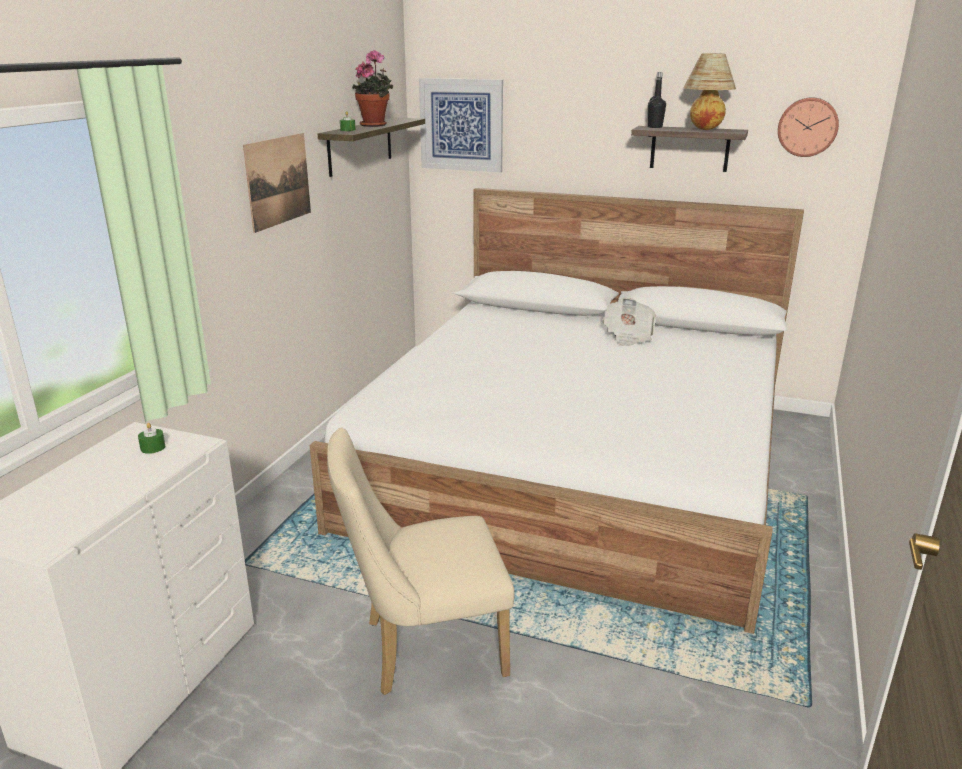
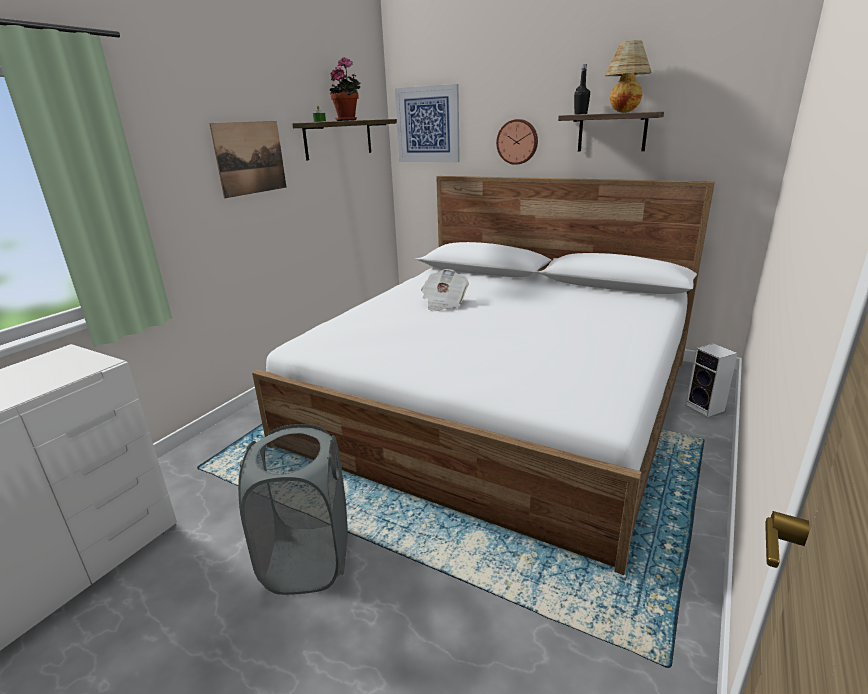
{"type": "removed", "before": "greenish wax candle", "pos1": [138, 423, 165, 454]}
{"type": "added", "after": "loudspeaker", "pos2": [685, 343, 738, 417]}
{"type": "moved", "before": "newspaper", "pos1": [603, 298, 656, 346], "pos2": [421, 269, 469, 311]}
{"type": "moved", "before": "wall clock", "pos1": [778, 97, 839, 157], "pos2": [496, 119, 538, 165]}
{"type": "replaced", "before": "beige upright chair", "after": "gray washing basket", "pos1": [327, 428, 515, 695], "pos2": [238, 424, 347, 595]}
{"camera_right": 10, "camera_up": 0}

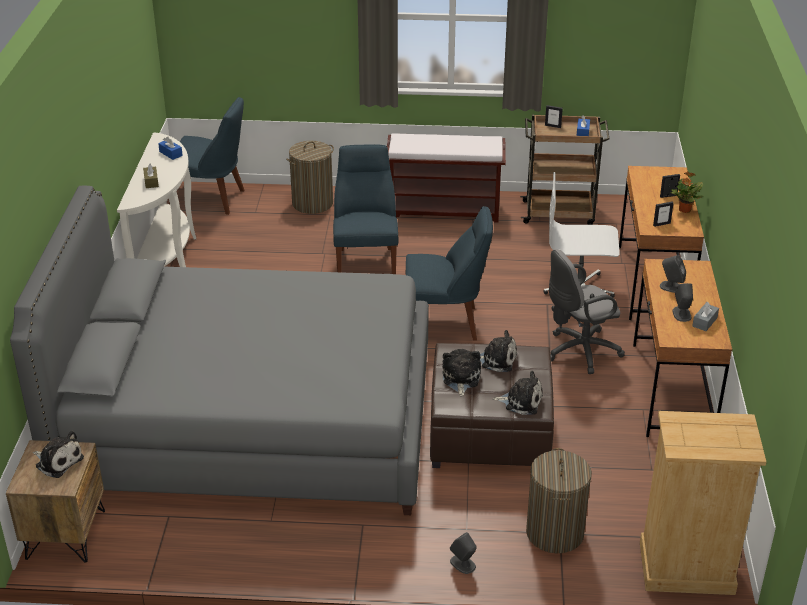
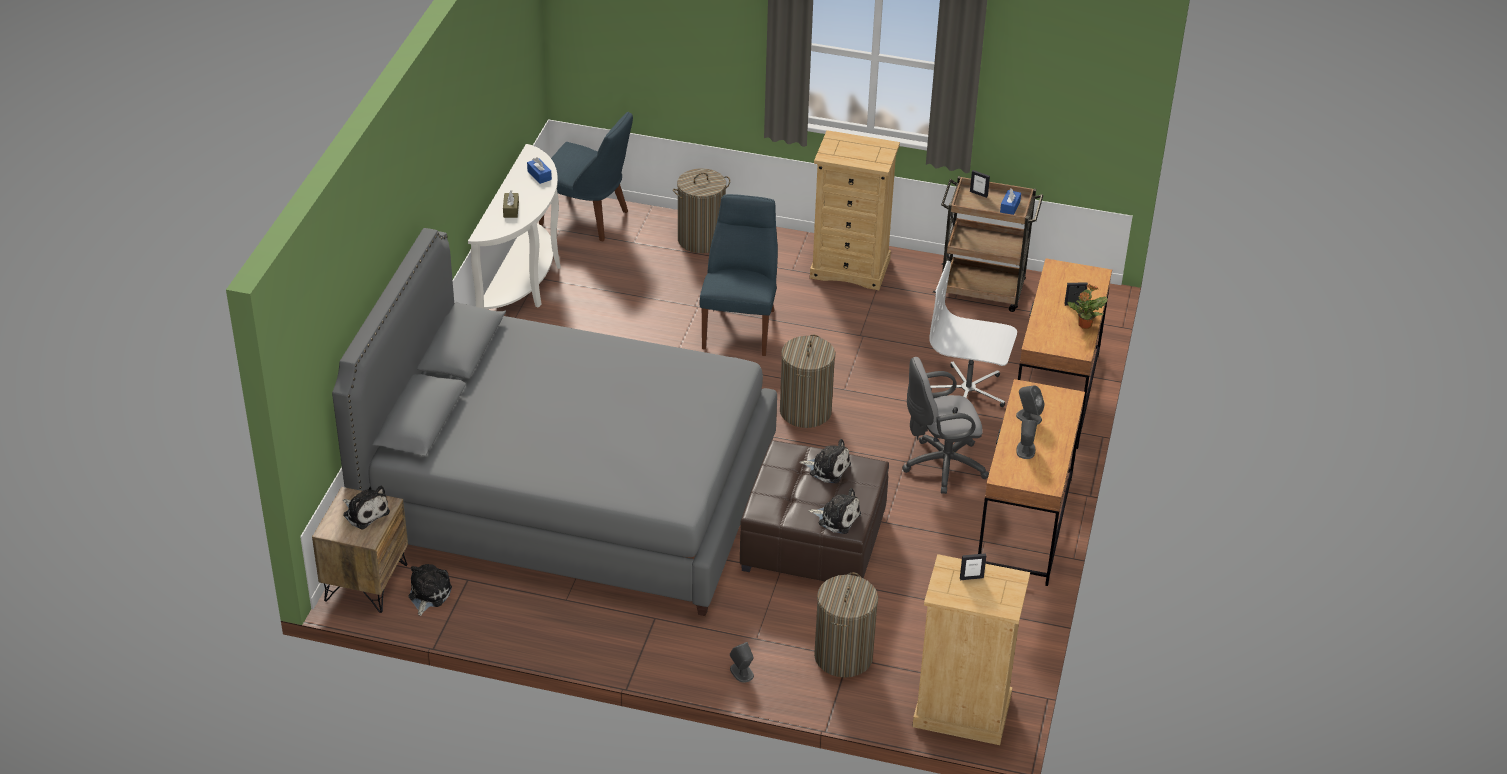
{"type": "removed", "before": "gray box of tissues", "pos1": [692, 302, 719, 331]}
{"type": "moved", "before": "cuddly toy", "pos1": [442, 349, 481, 397], "pos2": [409, 564, 452, 616]}
{"type": "moved", "before": "standing frame", "pos1": [653, 202, 673, 227], "pos2": [960, 553, 986, 580]}
{"type": "replaced", "before": "brown-coloured long seat", "after": "beige dresser", "pos1": [387, 133, 506, 223], "pos2": [810, 130, 900, 290]}
{"type": "replaced", "before": "blue upright chair", "after": "washing basket", "pos1": [406, 206, 493, 341], "pos2": [780, 335, 836, 428]}
{"camera_right": 10, "camera_up": 5}

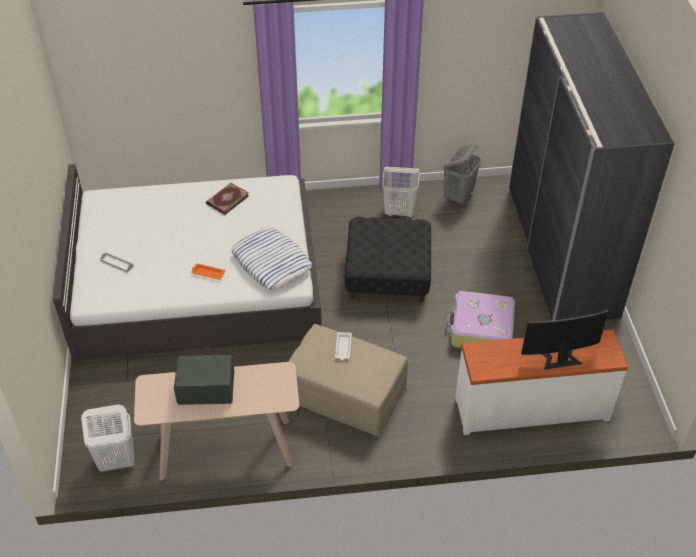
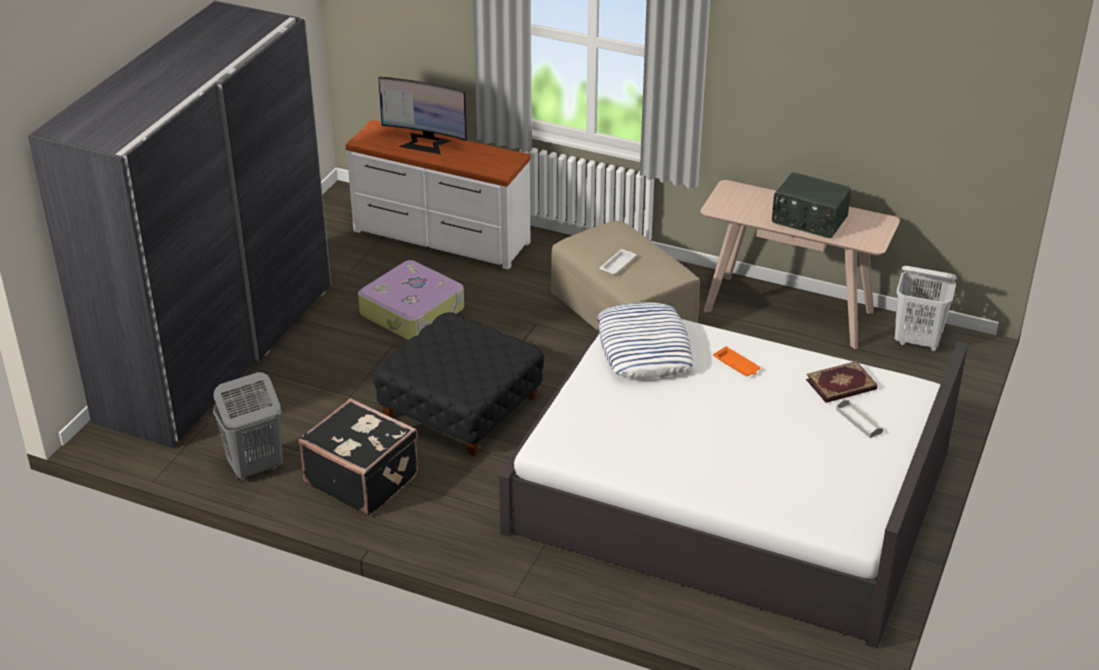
{"type": "moved", "before": "book", "pos1": [206, 183, 249, 215], "pos2": [806, 361, 877, 403]}
{"type": "replaced", "before": "white washing basket", "after": "black-coloured suitcase", "pos1": [382, 167, 419, 218], "pos2": [299, 398, 418, 516]}
{"camera_right": -150, "camera_up": -10}

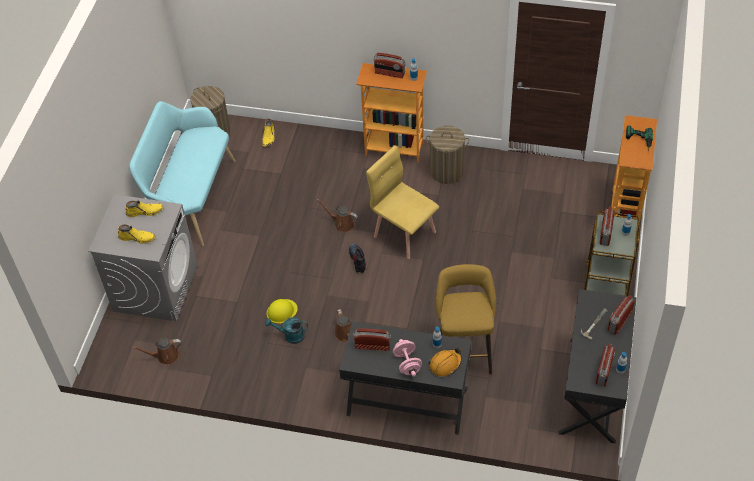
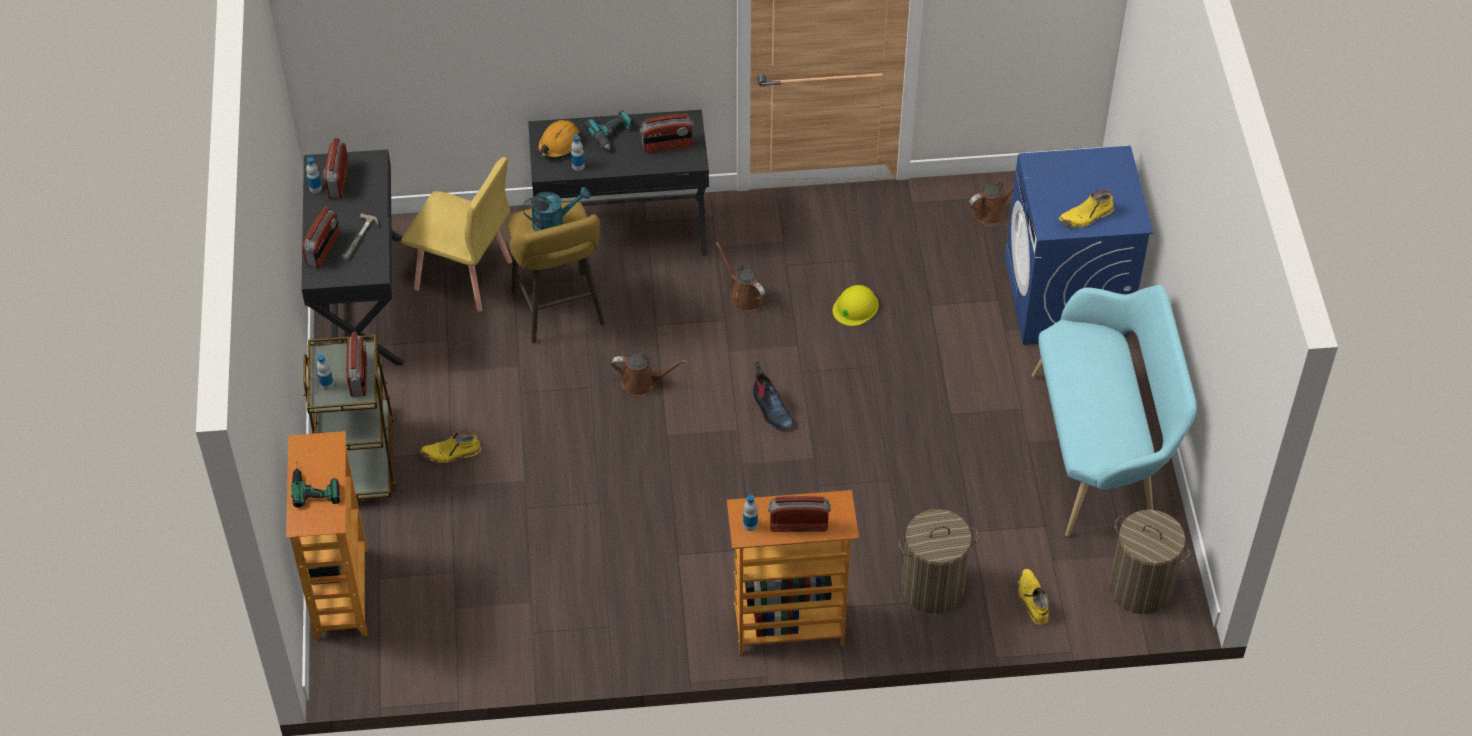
{"type": "moved", "before": "yellow-coloured boot", "pos1": [118, 225, 156, 244], "pos2": [420, 431, 481, 463]}
{"type": "moved", "before": "blue-green sprinkling can", "pos1": [265, 317, 308, 344], "pos2": [522, 187, 590, 231]}
{"type": "moved", "before": "brown-coloured sprinkling can", "pos1": [317, 199, 358, 232], "pos2": [611, 353, 686, 396]}
{"type": "moved", "before": "yellow-coloured upright chair", "pos1": [366, 145, 439, 259], "pos2": [401, 157, 512, 312]}
{"type": "moved", "before": "washing basket", "pos1": [426, 125, 469, 184], "pos2": [898, 509, 978, 614]}
{"type": "replaced", "before": "pink dumbbell", "after": "power drill", "pos1": [393, 339, 422, 376], "pos2": [585, 110, 632, 150]}
{"type": "recoloured", "before": "gray laundry machine", "after": "blue laundry machine", "pos1": [88, 194, 198, 322], "pos2": [1005, 146, 1154, 345]}
{"camera_right": 160, "camera_up": 0}

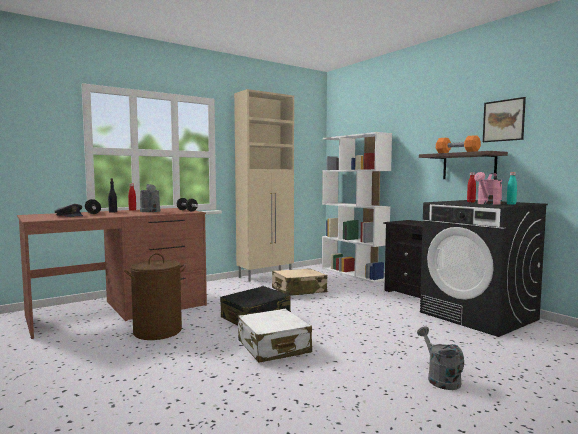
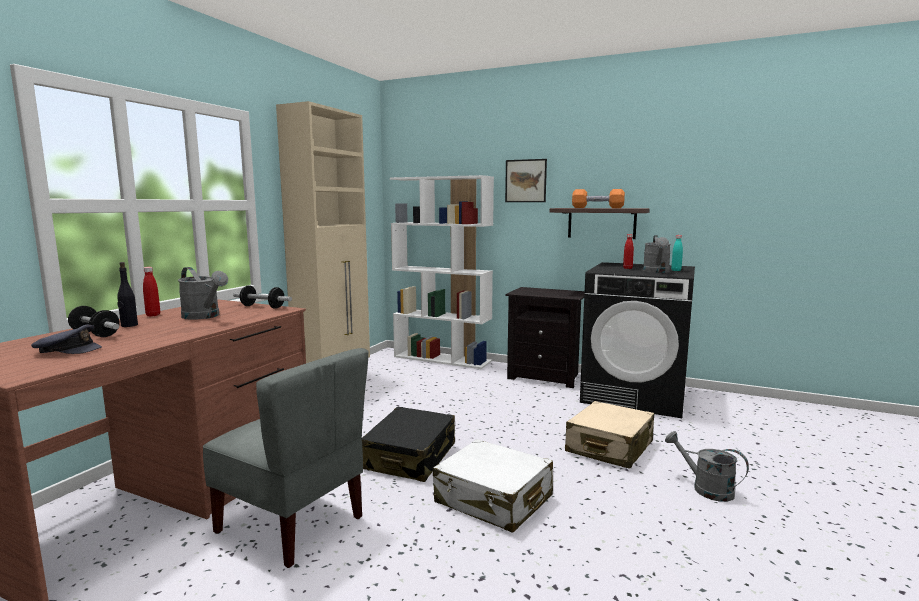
{"type": "moved", "before": "beige suitcase", "pos1": [272, 268, 327, 296], "pos2": [565, 401, 654, 469]}
{"type": "moved", "before": "wall picture", "pos1": [483, 97, 526, 142], "pos2": [505, 159, 547, 202]}
{"type": "replaced", "before": "brown-coloured washing basket", "after": "gray upright chair", "pos1": [124, 253, 186, 340], "pos2": [203, 348, 368, 568]}
{"type": "recoloured", "before": "pink sprinkling can", "after": "gray sprinkling can", "pos1": [474, 172, 502, 205], "pos2": [643, 235, 671, 273]}
{"camera_right": -30, "camera_up": 5}

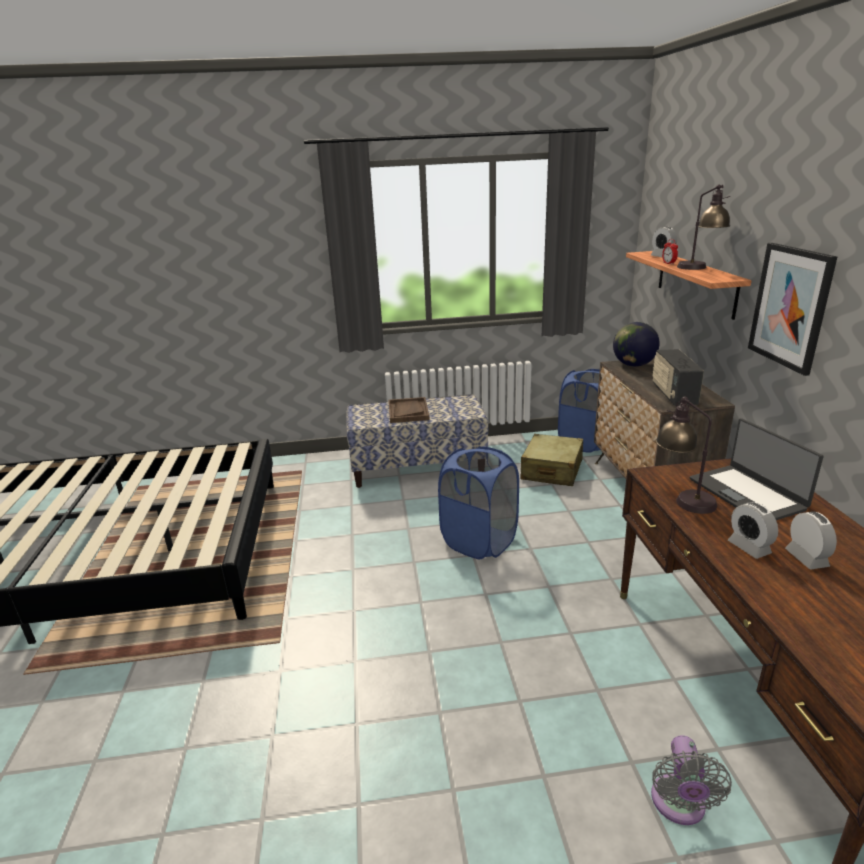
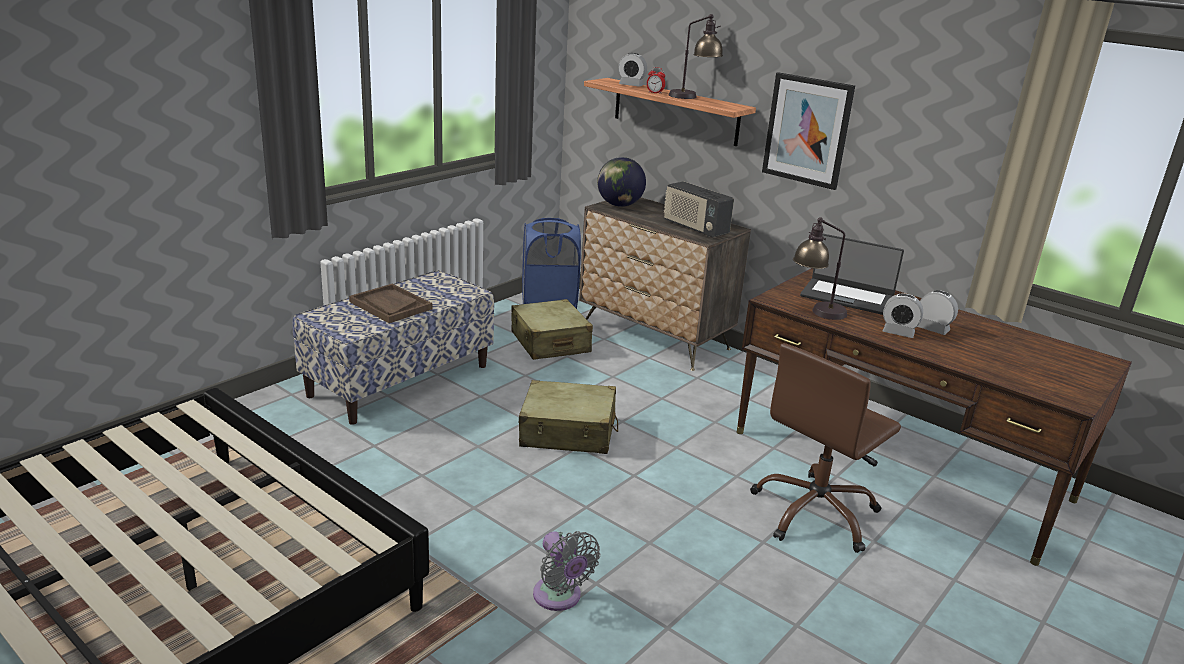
{"type": "added", "after": "brown-coloured computer chair", "pos2": [750, 343, 901, 553]}
{"type": "moved", "before": "gray electric fan", "pos1": [651, 735, 732, 825], "pos2": [533, 531, 600, 611]}
{"type": "replaced", "before": "blue washing basket", "after": "beige suitcase", "pos1": [438, 446, 519, 559], "pos2": [519, 380, 618, 454]}
{"camera_right": -45, "camera_up": 0}

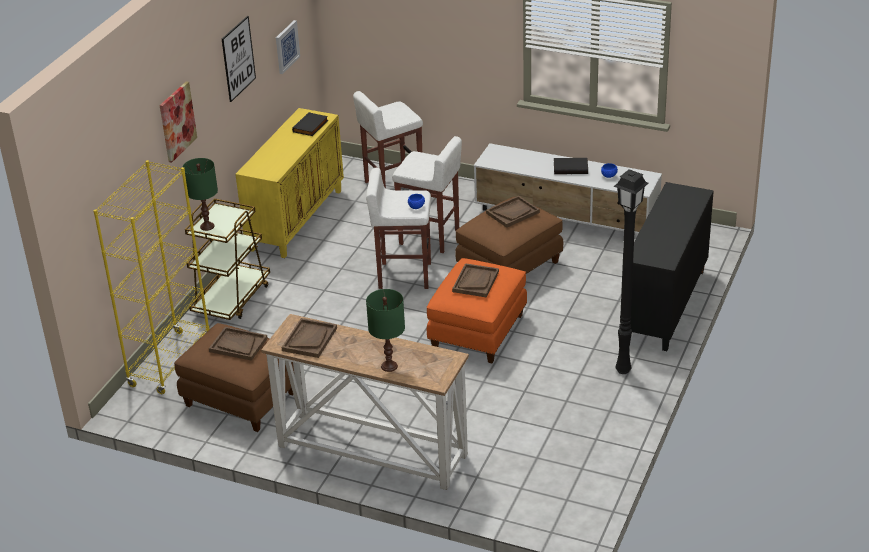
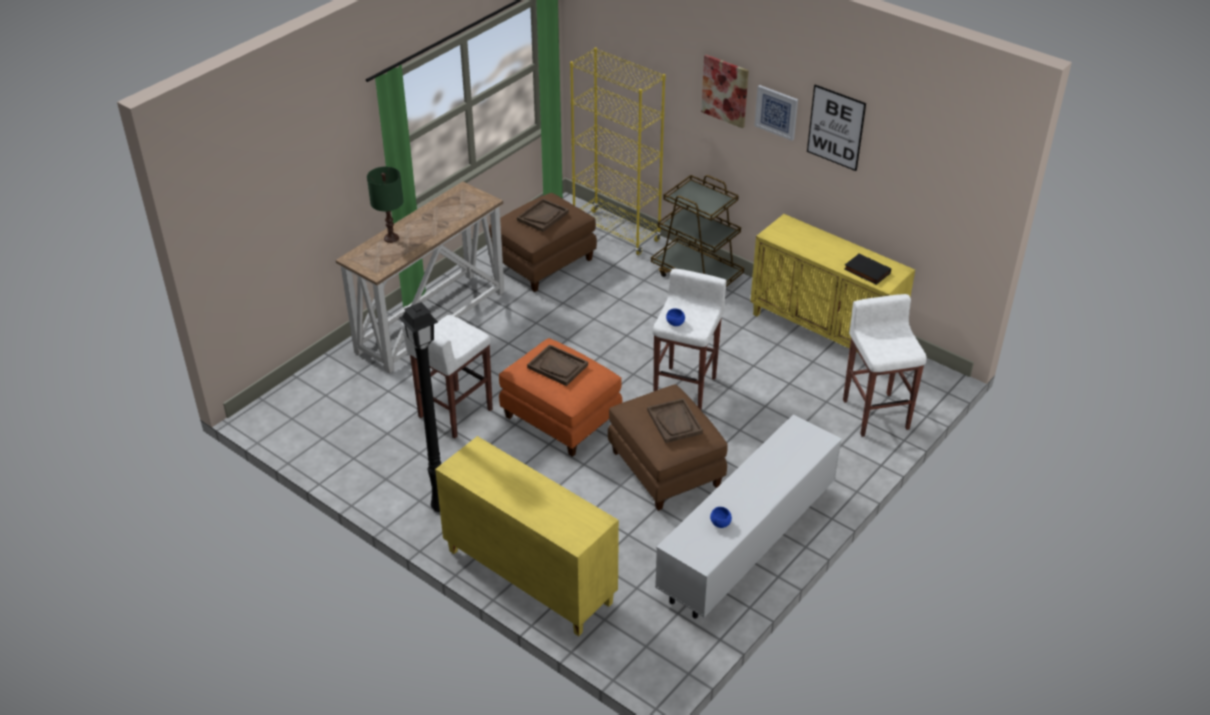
{"type": "removed", "before": "greenish lamp for a table", "pos1": [183, 158, 218, 231]}
{"type": "removed", "before": "brown-coloured carrying tray", "pos1": [282, 318, 337, 358]}
{"type": "removed", "before": "black-coloured book", "pos1": [554, 158, 588, 174]}
{"type": "moved", "before": "wall picture", "pos1": [276, 20, 300, 74], "pos2": [754, 85, 798, 141]}
{"type": "moved", "before": "white stool seat", "pos1": [392, 136, 462, 253], "pos2": [401, 315, 493, 439]}
{"type": "recoloured", "before": "black-coloured cupboard", "after": "yellow-coloured cupboard", "pos1": [630, 182, 714, 351], "pos2": [435, 436, 619, 636]}
{"camera_right": 105, "camera_up": 5}

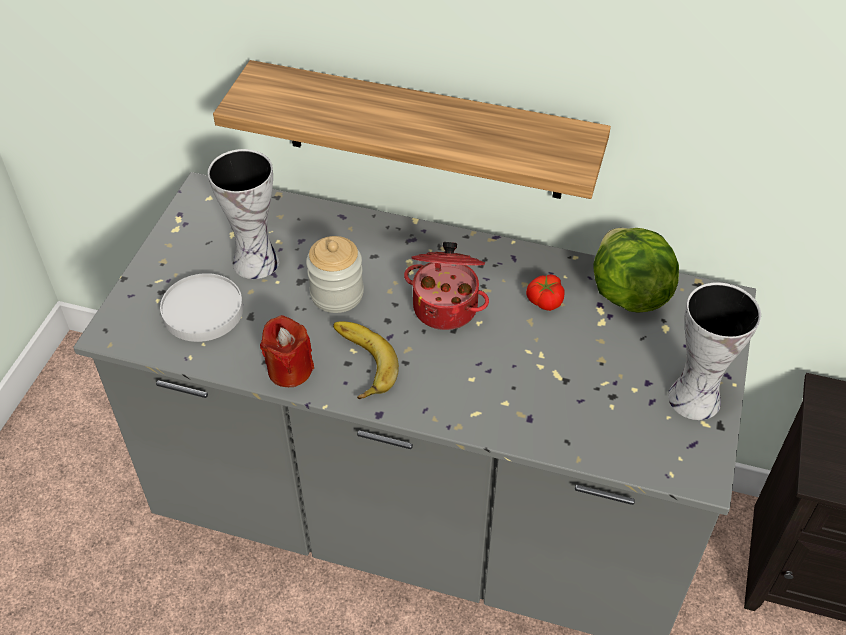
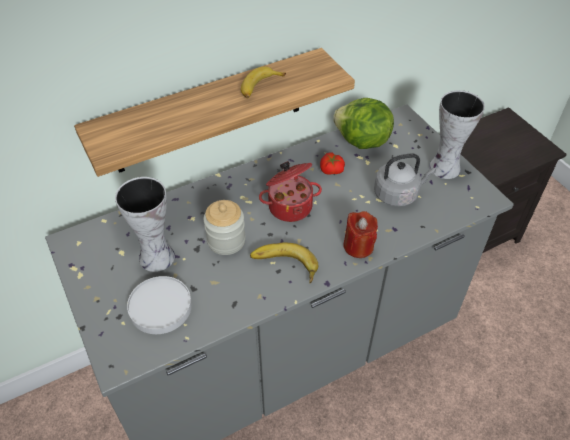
{"type": "added", "after": "whole banana", "pos2": [241, 66, 286, 98]}
{"type": "added", "after": "gray kettle", "pos2": [374, 153, 436, 207]}
{"type": "moved", "before": "red-coloured wax candle", "pos1": [260, 315, 314, 387], "pos2": [343, 211, 378, 258]}
{"camera_right": -45, "camera_up": 0}

